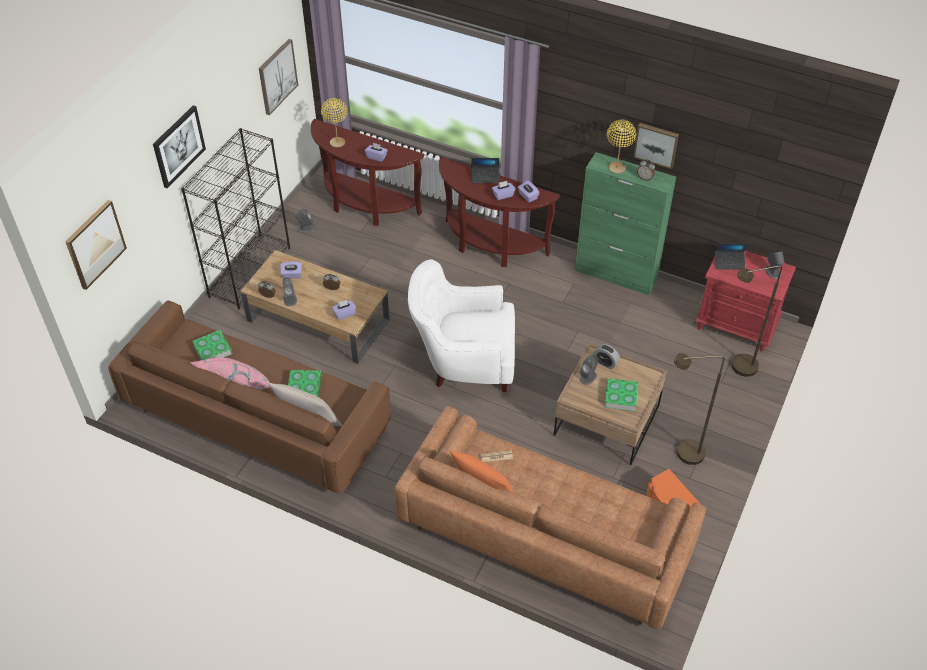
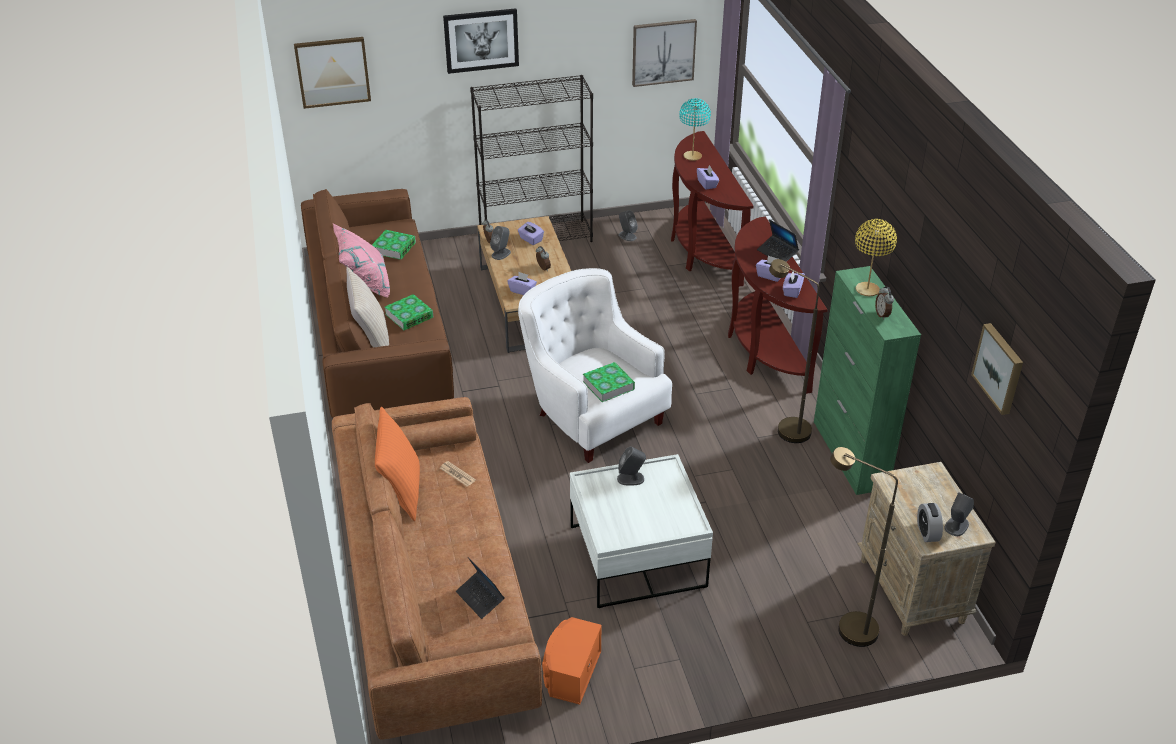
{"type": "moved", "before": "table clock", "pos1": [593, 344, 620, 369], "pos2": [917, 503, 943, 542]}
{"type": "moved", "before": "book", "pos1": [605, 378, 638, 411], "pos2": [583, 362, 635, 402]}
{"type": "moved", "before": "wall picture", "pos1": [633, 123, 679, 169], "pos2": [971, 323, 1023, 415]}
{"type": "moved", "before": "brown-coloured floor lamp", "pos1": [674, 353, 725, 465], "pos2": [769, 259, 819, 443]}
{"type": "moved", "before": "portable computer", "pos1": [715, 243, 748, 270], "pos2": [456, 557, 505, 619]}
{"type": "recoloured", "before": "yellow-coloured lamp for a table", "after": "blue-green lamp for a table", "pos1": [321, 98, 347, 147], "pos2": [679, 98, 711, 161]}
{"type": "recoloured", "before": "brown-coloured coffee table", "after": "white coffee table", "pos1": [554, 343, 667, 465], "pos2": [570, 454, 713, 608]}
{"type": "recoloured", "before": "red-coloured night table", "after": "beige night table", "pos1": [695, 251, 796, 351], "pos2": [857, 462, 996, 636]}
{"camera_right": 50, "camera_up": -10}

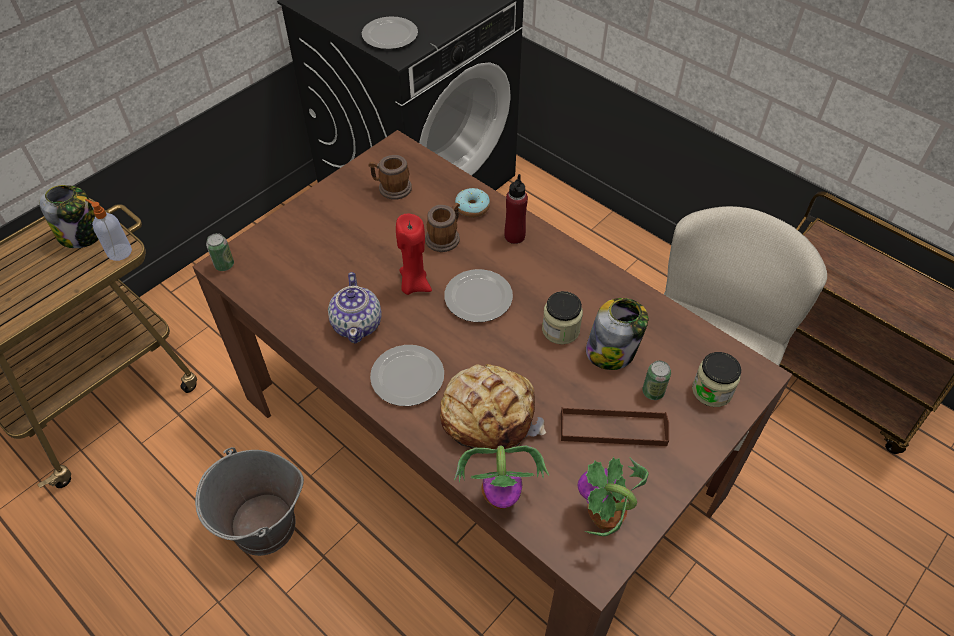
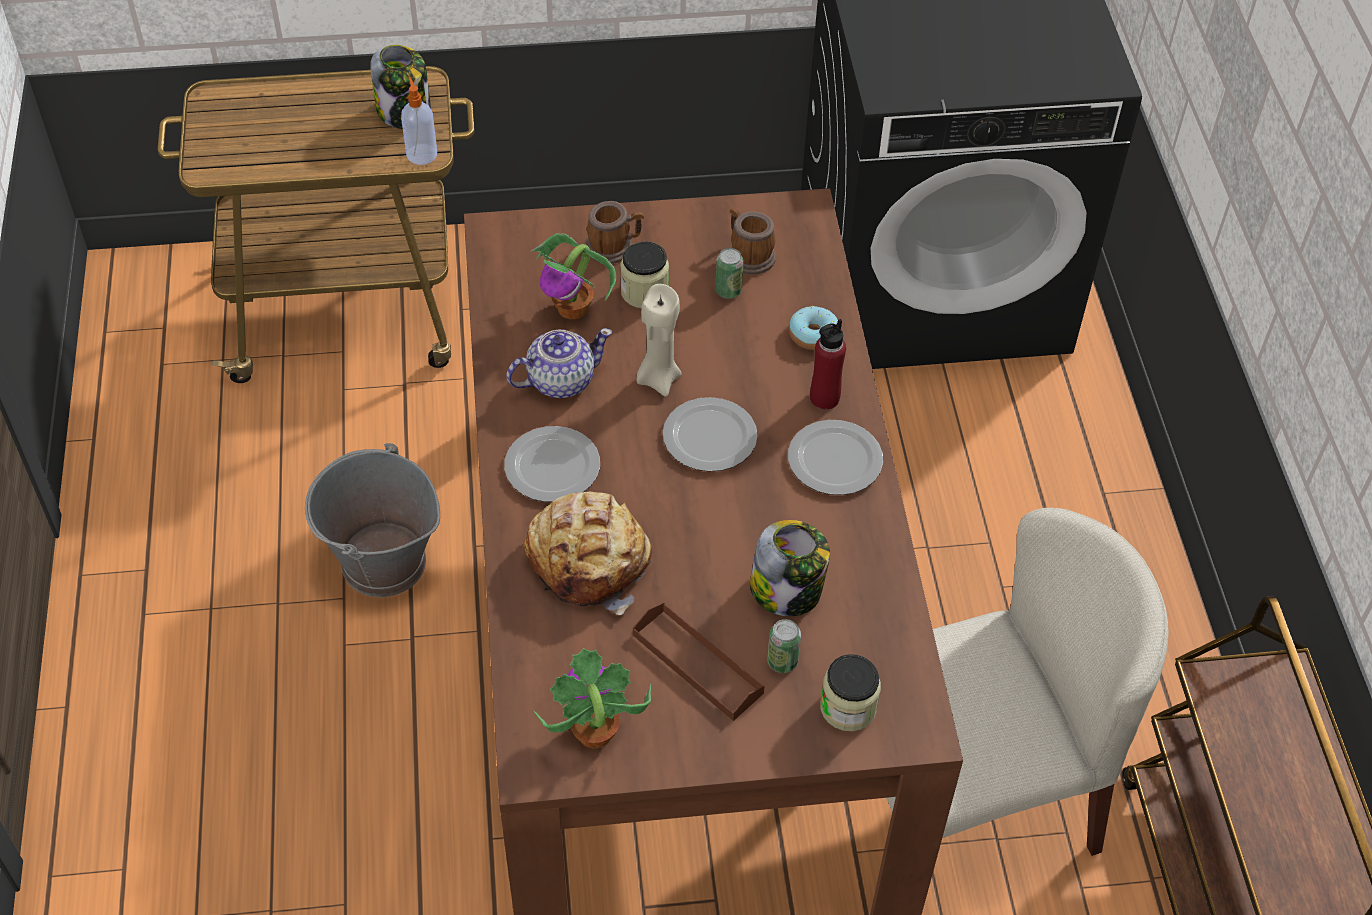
{"type": "moved", "before": "can", "pos1": [206, 233, 234, 271], "pos2": [715, 248, 743, 299]}
{"type": "moved", "before": "plate", "pos1": [362, 16, 418, 49], "pos2": [788, 420, 883, 495]}
{"type": "moved", "before": "coffee mug", "pos1": [425, 203, 460, 252], "pos2": [585, 201, 644, 264]}
{"type": "moved", "before": "houseplant", "pos1": [454, 445, 549, 509], "pos2": [530, 233, 616, 319]}
{"type": "moved", "before": "preserve jar", "pos1": [542, 291, 583, 344], "pos2": [620, 241, 669, 308]}
{"type": "recoloured", "before": "red-coloured wax candle", "after": "beige wax candle", "pos1": [396, 214, 432, 295], "pos2": [636, 284, 682, 397]}
{"type": "turned", "before": "tea pot", "pos1": [328, 272, 382, 344], "pos2": [506, 328, 613, 398], "turn": -150}
{"camera_right": 40, "camera_up": 0}

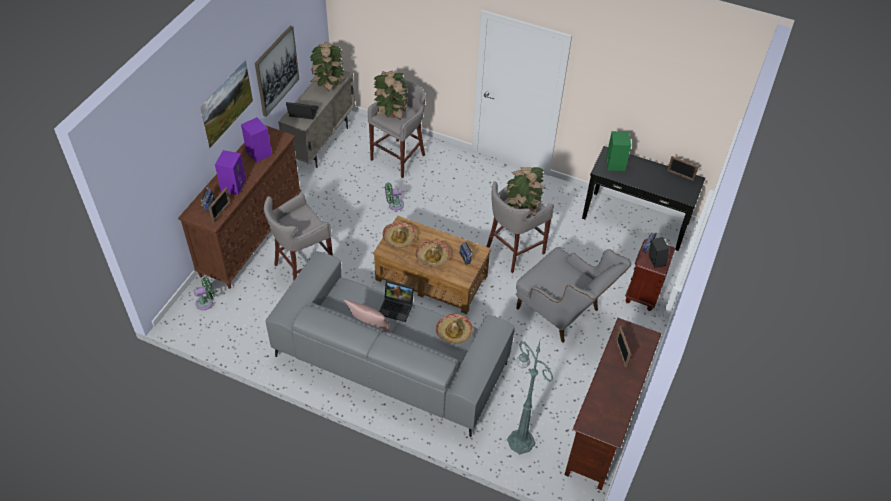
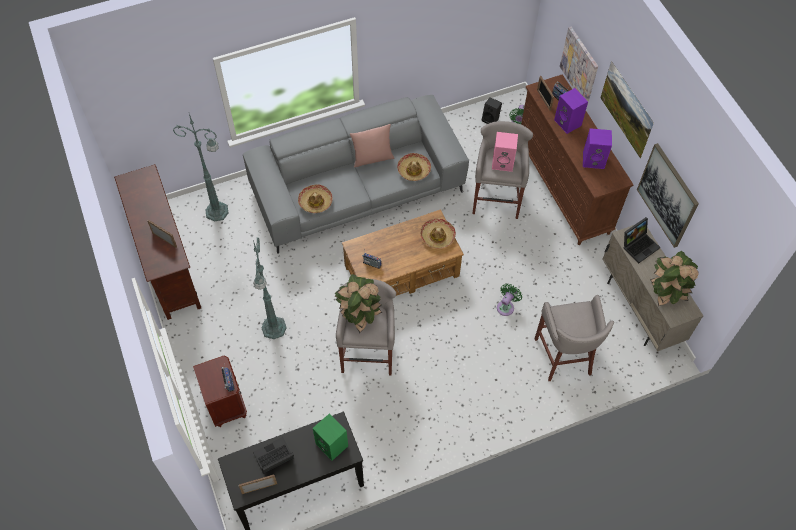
{"type": "removed", "before": "houseplant", "pos1": [374, 71, 409, 120]}
{"type": "added", "after": "pink loudspeaker", "pos2": [492, 132, 518, 172]}
{"type": "added", "after": "wall picture", "pos2": [560, 27, 598, 105]}
{"type": "moved", "before": "portable computer", "pos1": [379, 280, 414, 322], "pos2": [253, 437, 294, 474]}
{"type": "moved", "before": "clothing hat", "pos1": [415, 241, 450, 267], "pos2": [397, 153, 431, 181]}
{"type": "moved", "before": "black-coloured loudspeaker", "pos1": [649, 237, 669, 268], "pos2": [482, 97, 502, 124]}
{"type": "replaced", "before": "gray lounge chair", "after": "greenish floor lamp", "pos1": [516, 247, 632, 343], "pos2": [253, 238, 287, 339]}
{"camera_right": 135, "camera_up": 10}

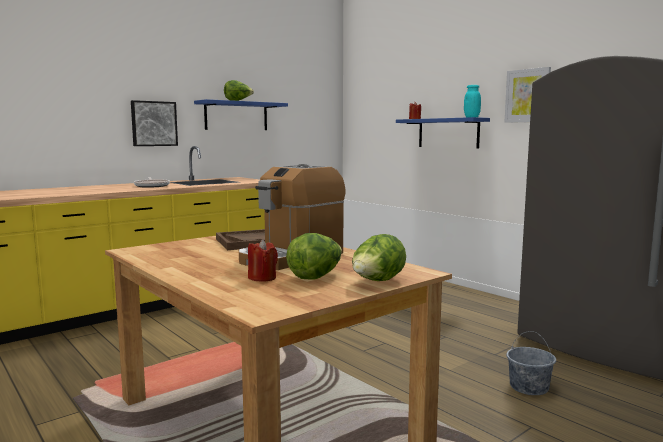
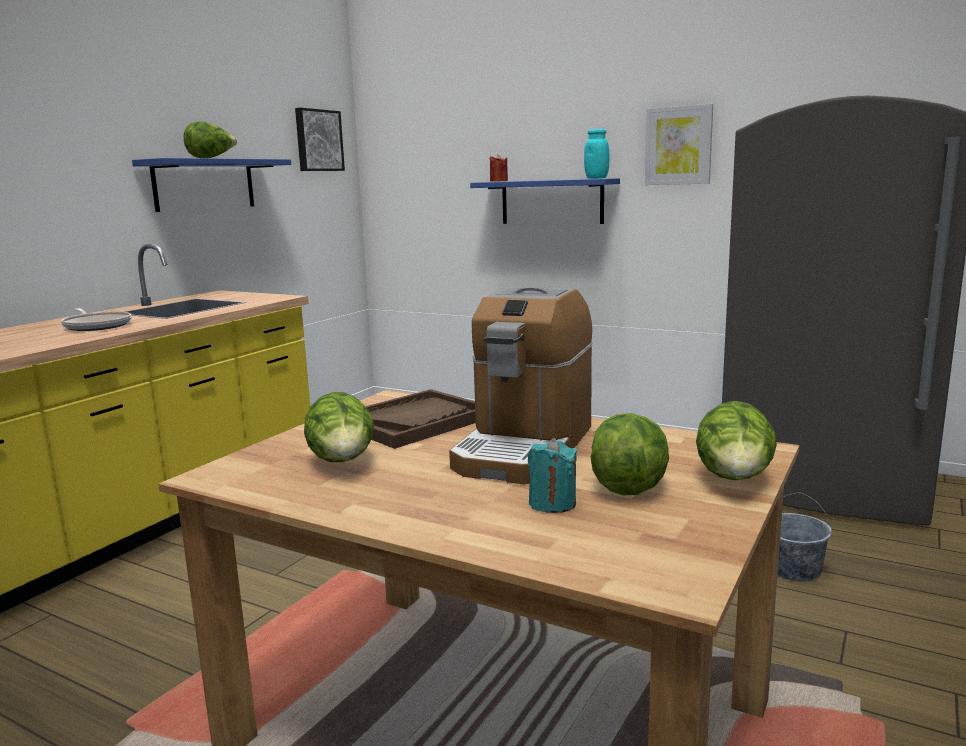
{"type": "added", "after": "lettuce head", "pos2": [304, 392, 374, 462]}
{"type": "moved", "before": "wall picture", "pos1": [131, 100, 178, 146], "pos2": [295, 108, 345, 171]}
{"type": "recoloured", "before": "red-coloured wax candle", "after": "blue-green wax candle", "pos1": [248, 239, 278, 282], "pos2": [528, 438, 577, 513]}
{"camera_right": -20, "camera_up": 5}

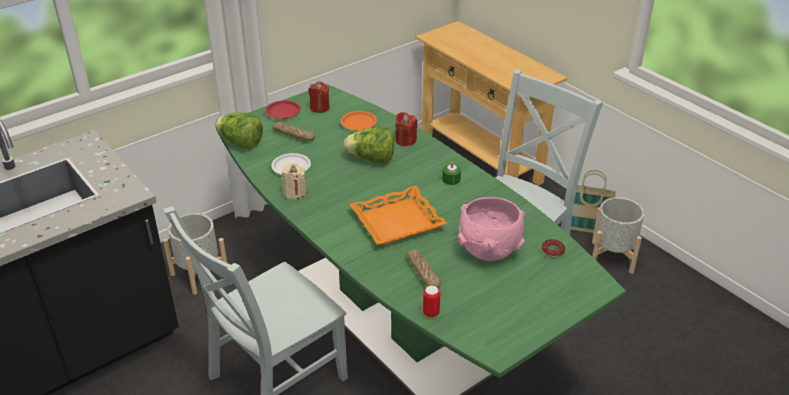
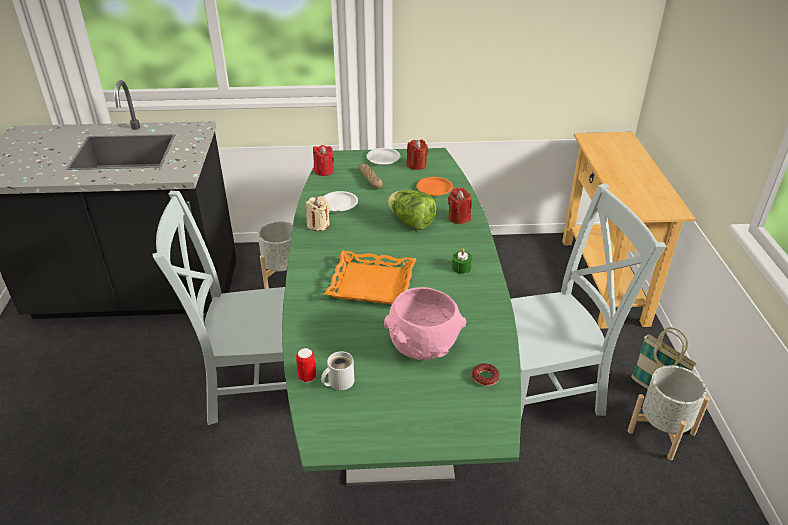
{"type": "removed", "before": "bakery bread", "pos1": [407, 250, 441, 289]}
{"type": "added", "after": "white coffee mug", "pos2": [321, 351, 354, 390]}
{"type": "replaced", "before": "lettuce head", "after": "red-coloured wax candle", "pos1": [215, 113, 263, 149], "pos2": [313, 145, 334, 176]}
{"type": "recoloured", "before": "red-coloured plate", "after": "white plate", "pos1": [265, 100, 301, 119], "pos2": [366, 148, 401, 165]}
{"camera_right": 35, "camera_up": 0}

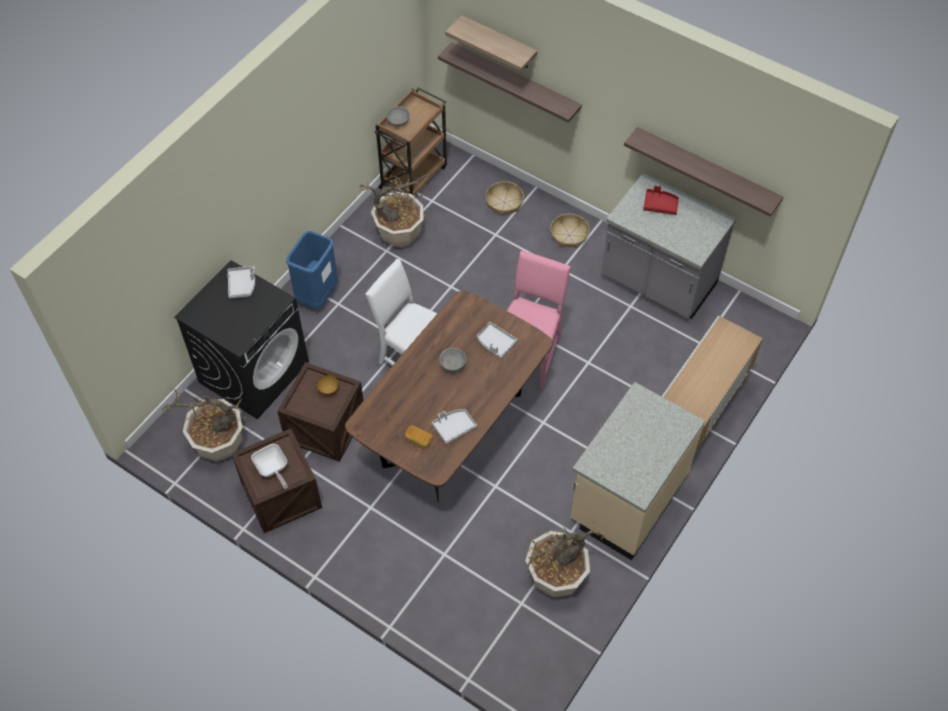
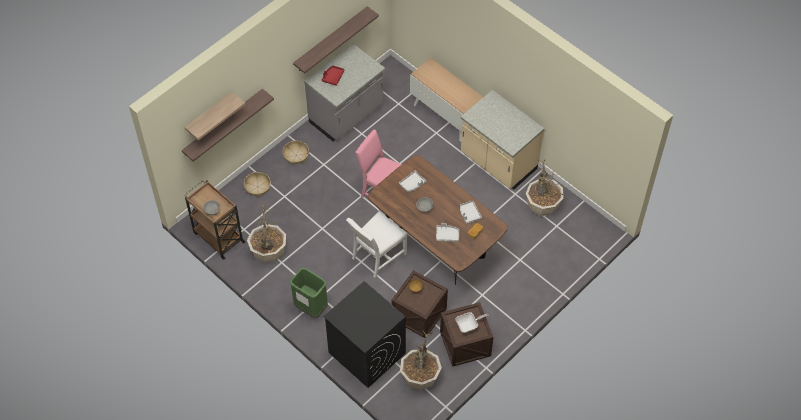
{"type": "moved", "before": "gray carrying tray", "pos1": [228, 266, 255, 299], "pos2": [436, 223, 459, 242]}
{"type": "recoloured", "before": "blue waste bin", "after": "greenish waste bin", "pos1": [286, 231, 338, 309], "pos2": [290, 268, 328, 318]}
{"camera_right": -80, "camera_up": 0}

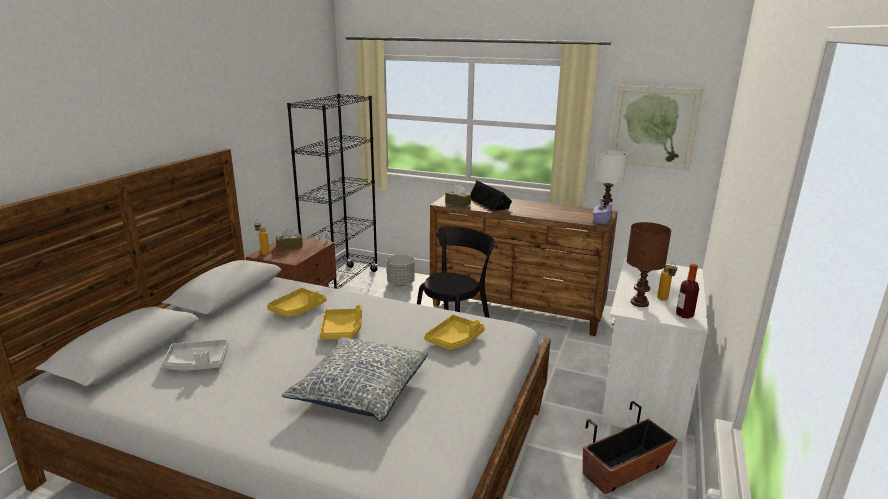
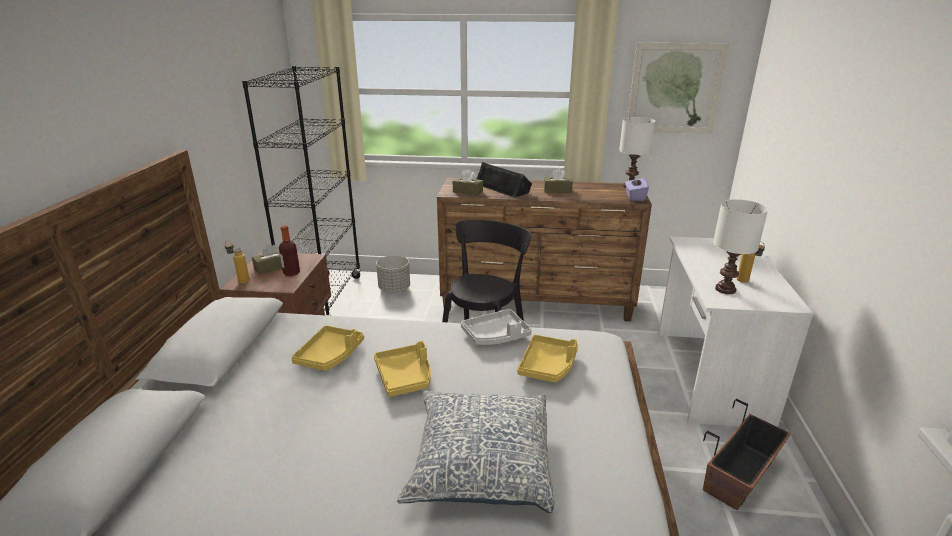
{"type": "added", "after": "brown-coloured box of tissues", "pos2": [544, 168, 573, 193]}
{"type": "moved", "before": "gray carrying tray", "pos1": [162, 339, 229, 370], "pos2": [461, 309, 532, 345]}
{"type": "moved", "before": "drink bottle", "pos1": [676, 264, 699, 319], "pos2": [279, 225, 300, 276]}
{"type": "recoloured", "before": "brown-coloured lamp for a table", "after": "white lamp for a table", "pos1": [626, 222, 671, 307], "pos2": [713, 199, 768, 294]}
{"camera_right": -15, "camera_up": 5}

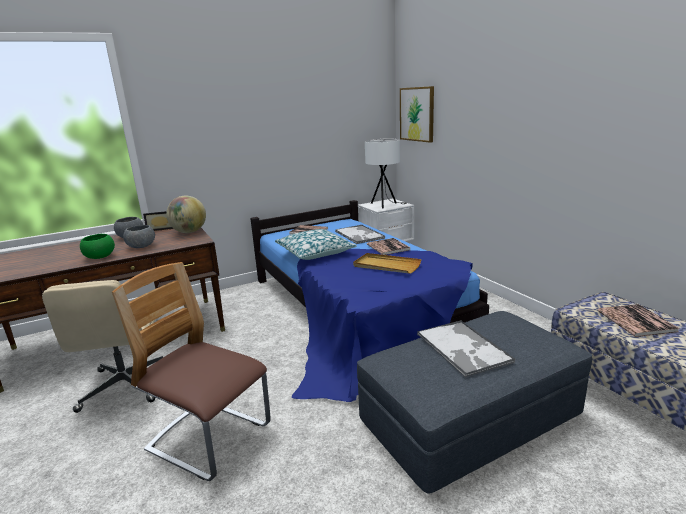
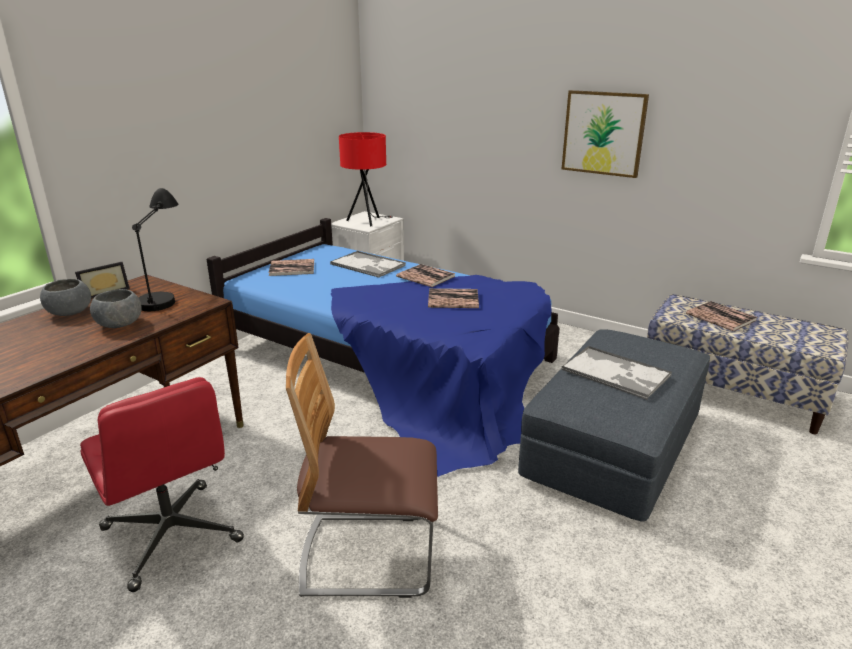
{"type": "removed", "before": "greenish serving bowl", "pos1": [80, 234, 115, 259]}
{"type": "removed", "before": "throw pillow", "pos1": [275, 229, 357, 260]}
{"type": "moved", "before": "wall picture", "pos1": [400, 86, 434, 143], "pos2": [562, 90, 649, 178]}
{"type": "replaced", "before": "desk globe", "after": "black-coloured lamp for a table", "pos1": [166, 196, 206, 233], "pos2": [132, 188, 178, 311]}
{"type": "replaced", "before": "beige carrying tray", "after": "book", "pos1": [353, 253, 421, 274], "pos2": [428, 288, 479, 308]}
{"type": "recoloured", "before": "beige computer chair", "after": "red-coloured computer chair", "pos1": [42, 280, 163, 413], "pos2": [80, 377, 244, 592]}
{"type": "recoloured", "before": "white lamp for a table", "after": "red-coloured lamp for a table", "pos1": [365, 139, 407, 209], "pos2": [339, 132, 393, 227]}
{"camera_right": -30, "camera_up": 5}

